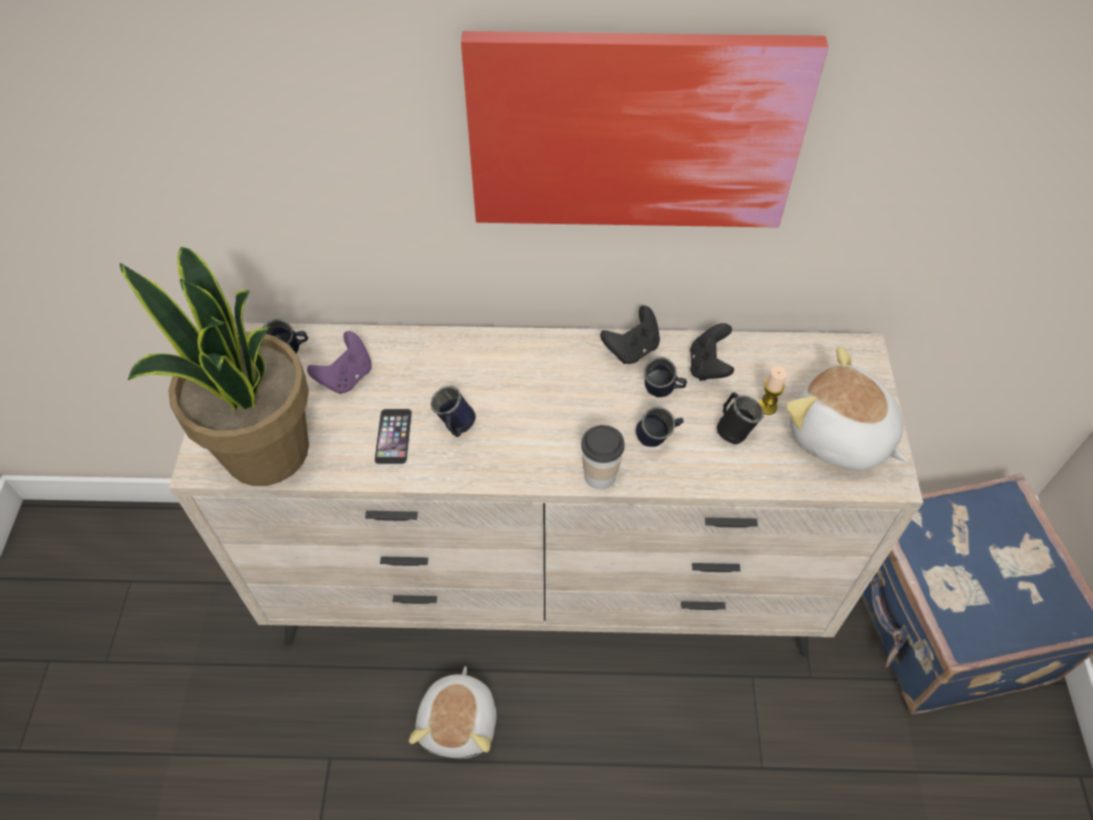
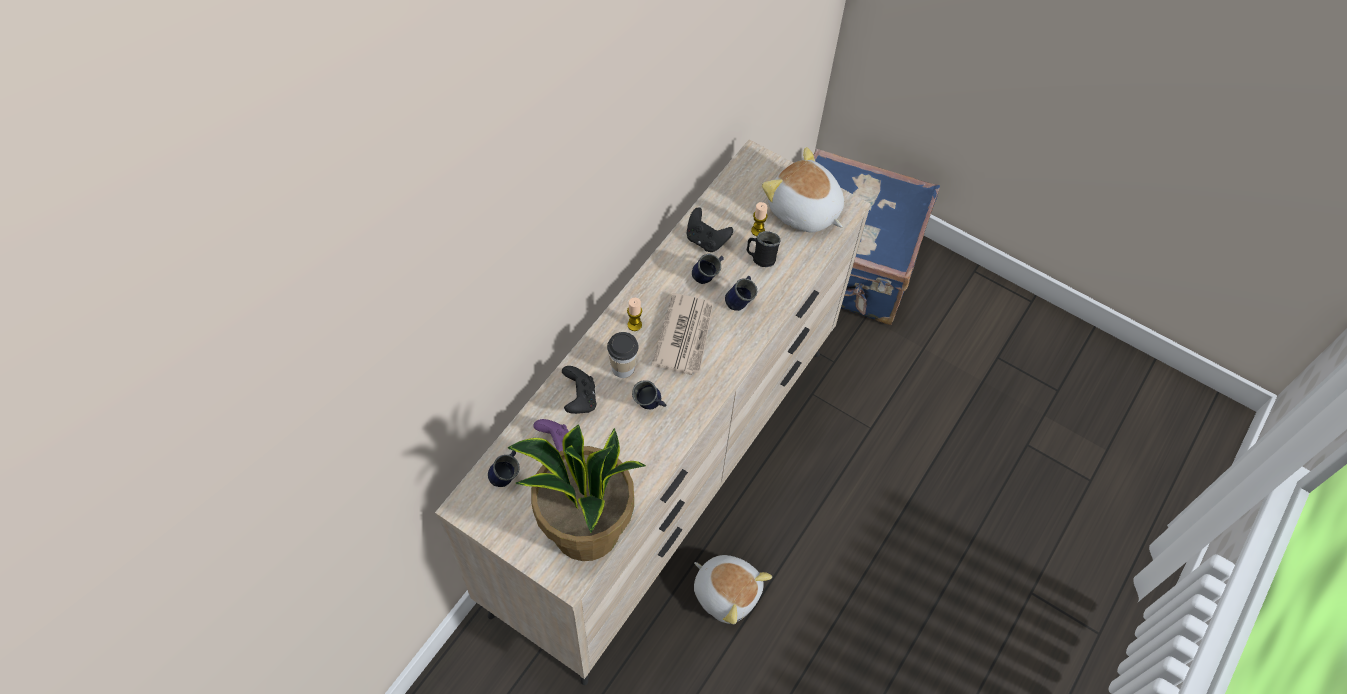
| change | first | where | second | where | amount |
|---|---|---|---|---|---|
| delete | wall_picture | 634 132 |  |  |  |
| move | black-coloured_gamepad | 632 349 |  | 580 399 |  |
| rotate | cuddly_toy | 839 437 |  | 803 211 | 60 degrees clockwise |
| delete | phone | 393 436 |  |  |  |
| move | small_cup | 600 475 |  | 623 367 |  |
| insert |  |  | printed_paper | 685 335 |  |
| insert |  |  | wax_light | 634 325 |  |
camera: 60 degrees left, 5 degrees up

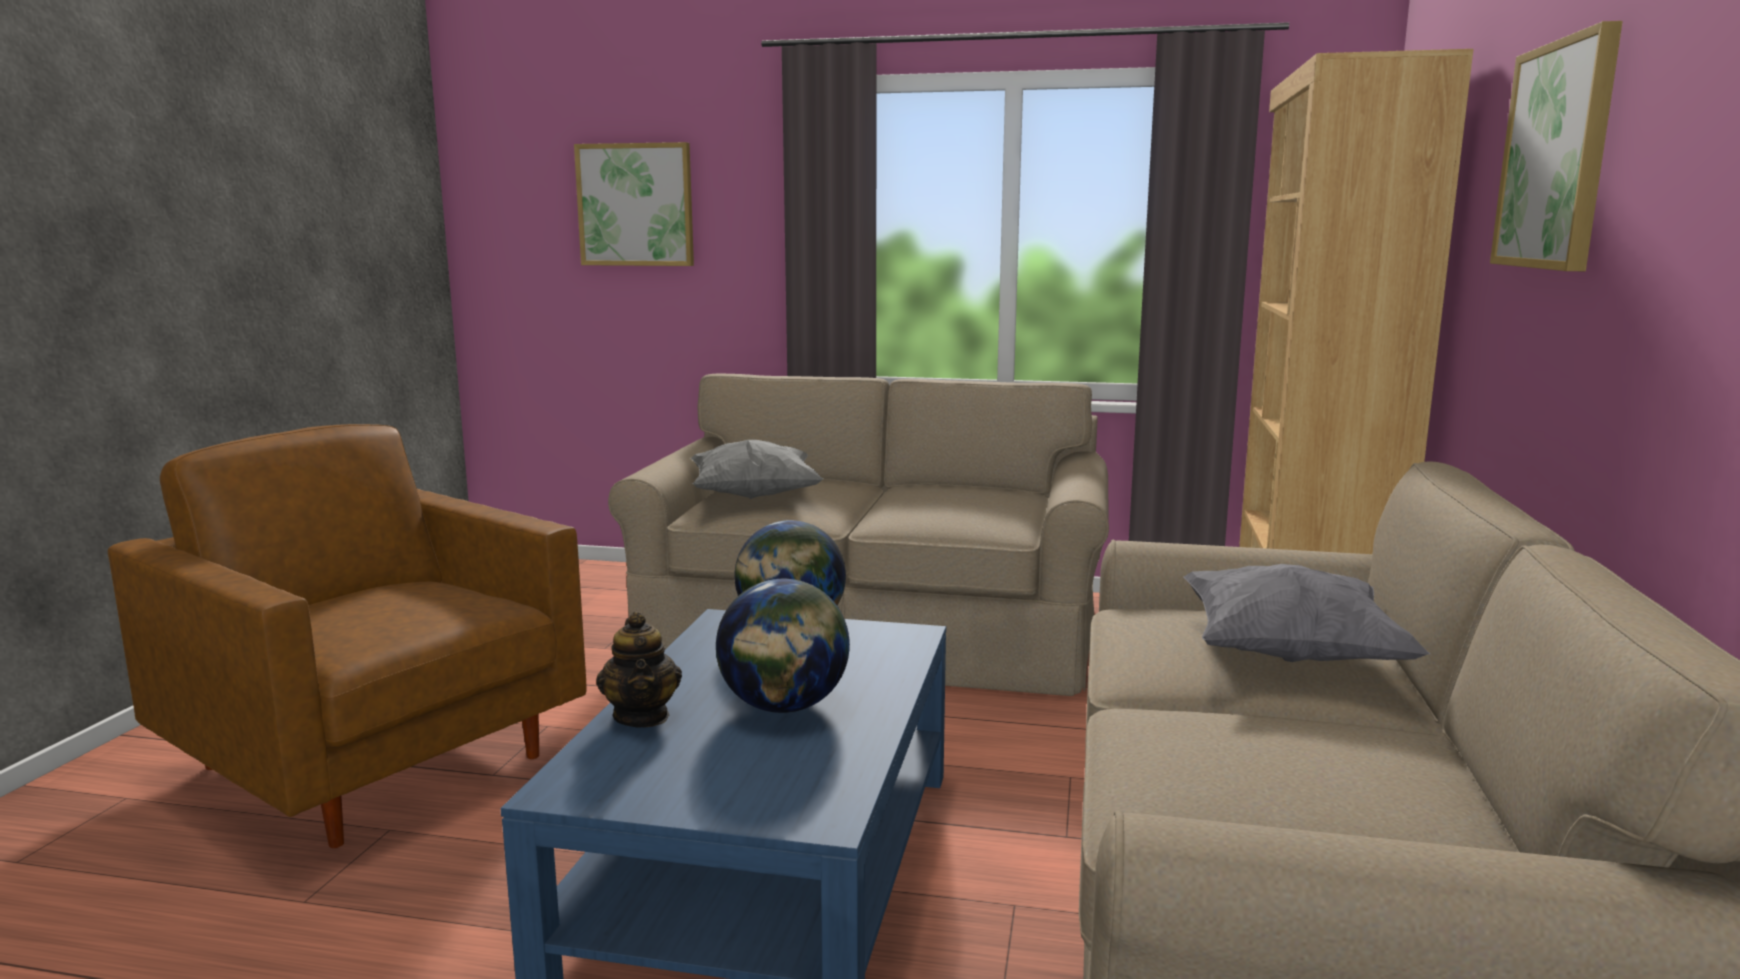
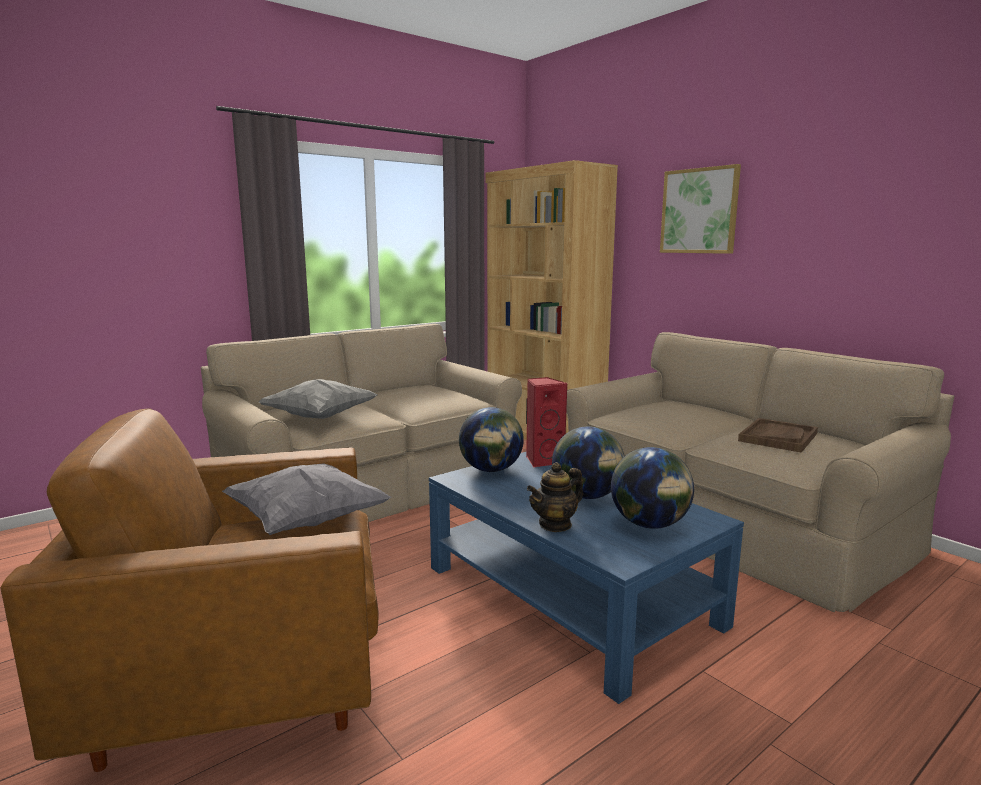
| change | first | where | second | where | amount |
|---|---|---|---|---|---|
| delete | wall_picture | 636 205 |  |  |  |
| move | grey_throw_pillow | 1289 655 |  | 307 521 |  |
| rotate | pot_for_tea | 642 716 |  | 555 524 | 120 degrees clockwise |
| insert |  |  | red-coloured_loudspeaker | 543 460 |  |
| insert |  |  | brown_serving_tray | 778 437 |  |
| insert |  |  | world_globe | 650 524 |  |
camera: 50 degrees left, 0 degrees up

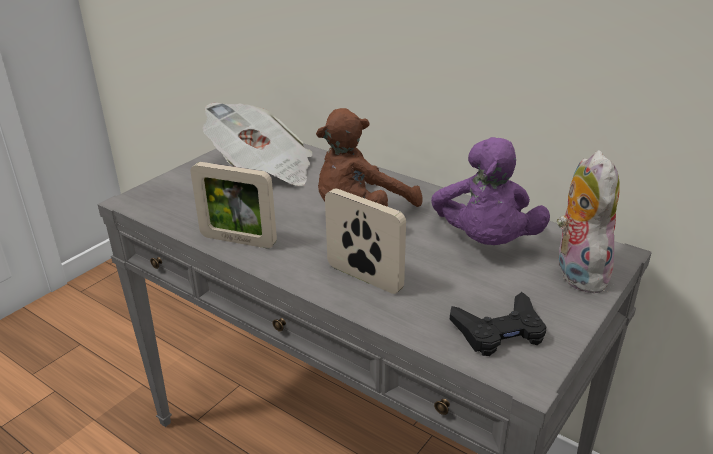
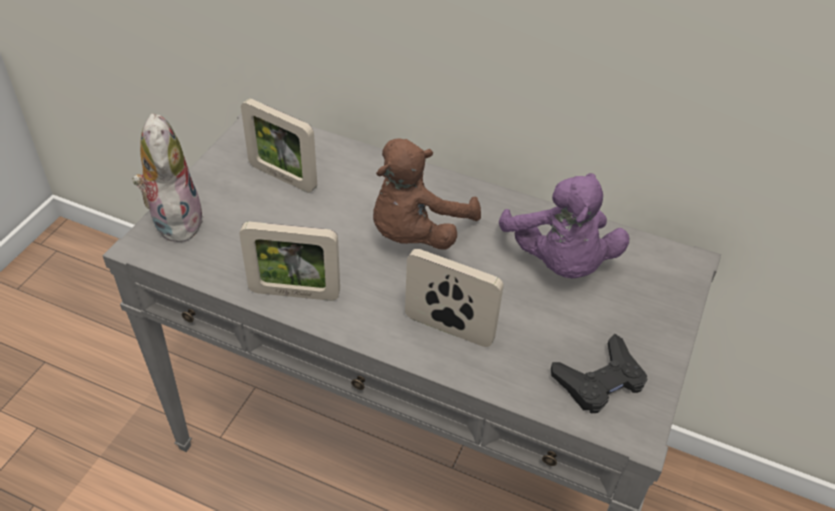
| change | first | where | second | where | amount |
|---|---|---|---|---|---|
| replace | printed_paper | 263 169 | picture_frame | 282 177 |  |
| move | cuddly_toy | 576 272 |  | 174 219 |  |
camera: 15 degrees left, 15 degrees up

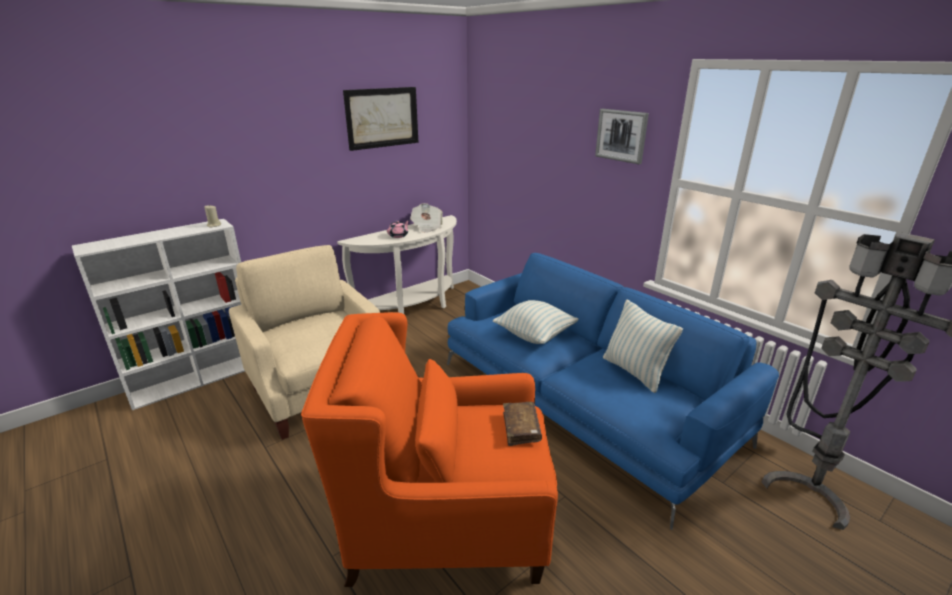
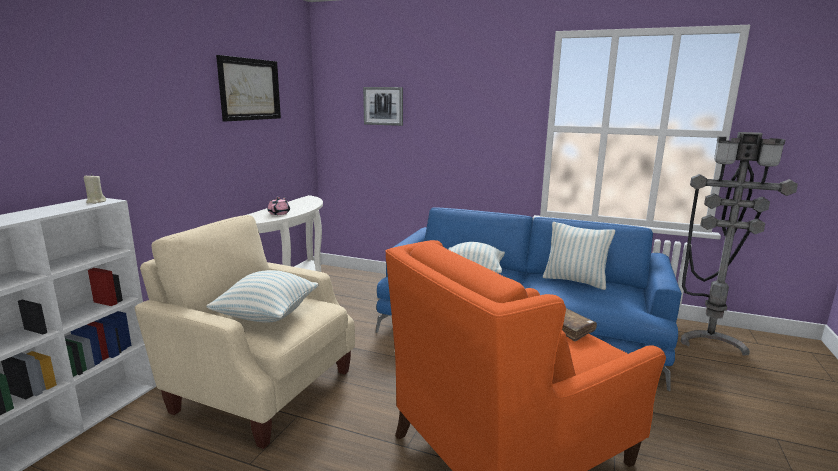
| change | first | where | second | where | amount |
|---|---|---|---|---|---|
| move | wall_picture | 621 135 |  | 383 106 |  |
| delete | printed_paper | 427 227 |  |  |  |
| insert |  |  | throw_pillow | 267 316 |  |
camera: 30 degrees left, 10 degrees down

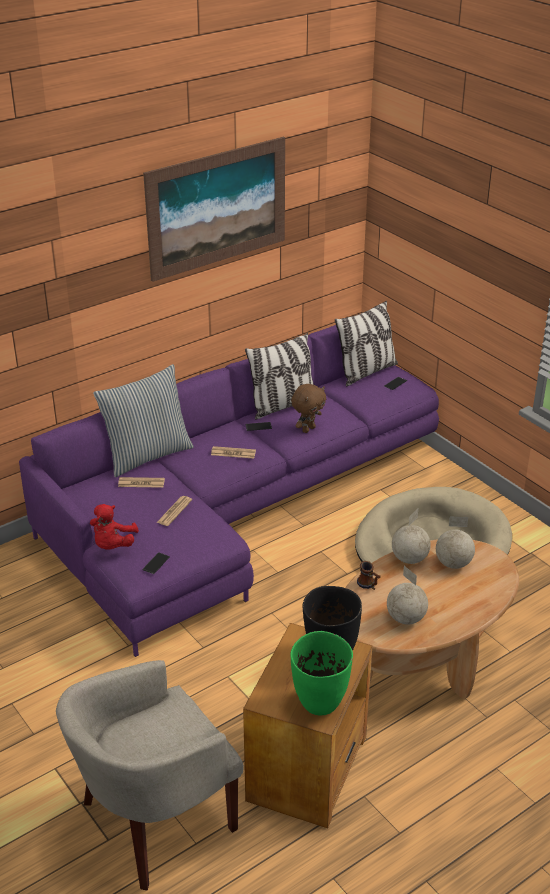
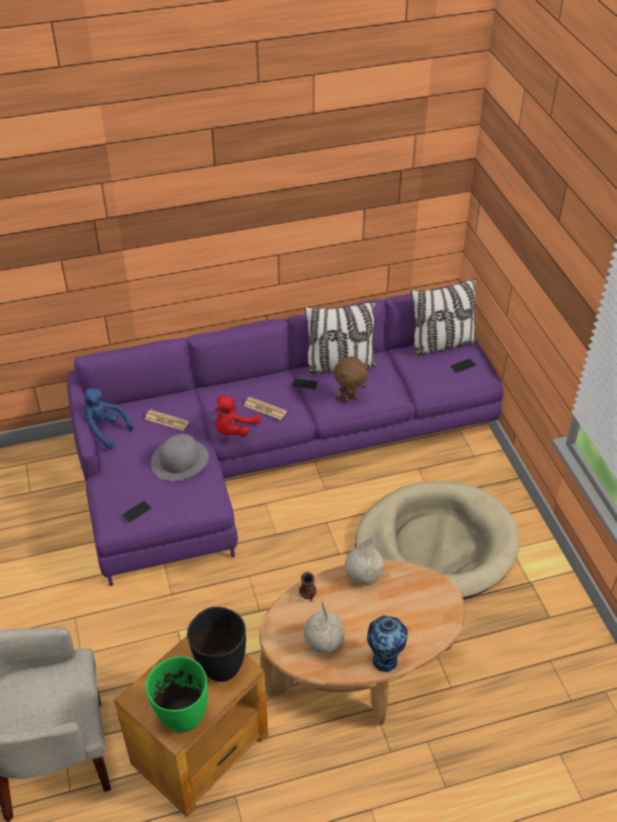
| change | first | where | second | where | amount |
|---|---|---|---|---|---|
| delete | wall_picture | 217 208 |  |  |  |
| delete | throw_pillow | 147 455 |  |  |  |
| replace | printed_paper | 174 511 | grey_wearable_hat | 180 460 |  |
| move | red-coloured_cuddly_toy | 113 545 |  | 233 430 |  |
| delete | world_globe | 453 564 |  |  |  |
| insert |  |  | blue_cuddly_toy | 104 431 |  |
| insert |  |  | flower_vase | 385 659 |  |
camera: 20 degrees right, 10 degrees up

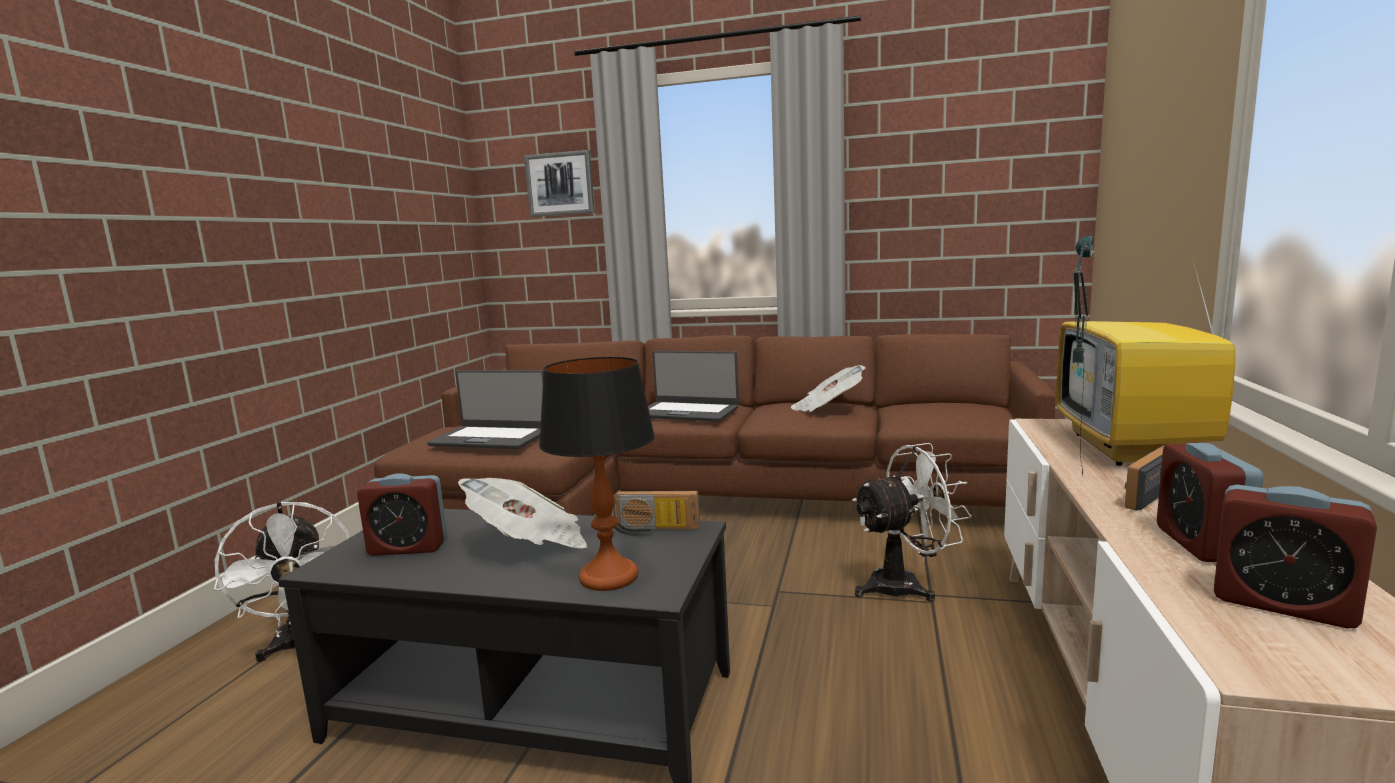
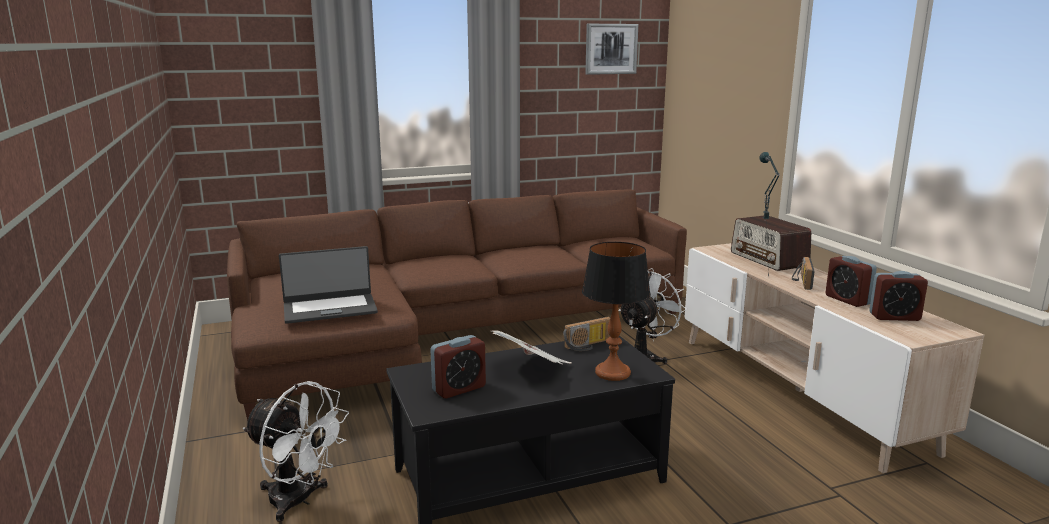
| change | first | where | second | where | amount |
|---|---|---|---|---|---|
| move | wall_picture | 560 184 |  | 611 49 |  |
| replace | television | 1134 450 | radio_receiver | 769 259 |  |
| delete | laptop | 687 412 |  |  |  |
| delete | printed_paper | 827 408 |  |  |  |
camera: 35 degrees left, 5 degrees up

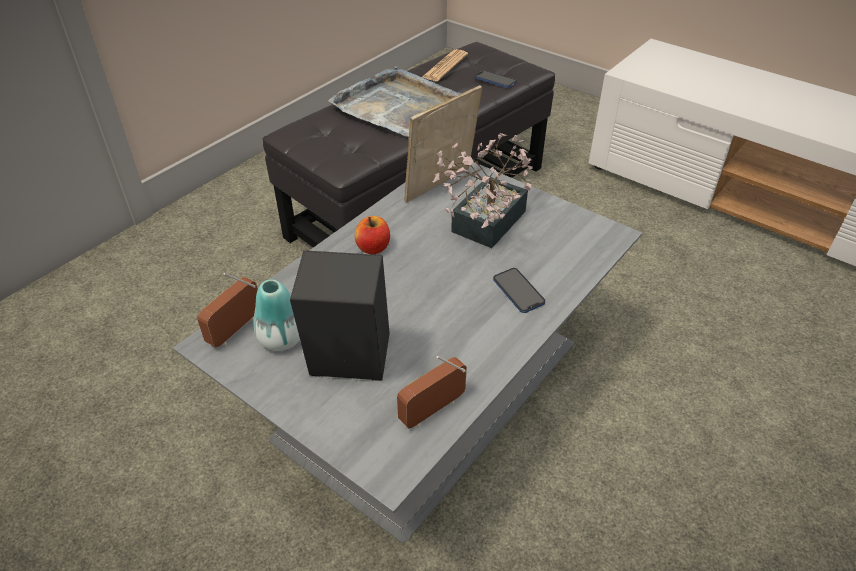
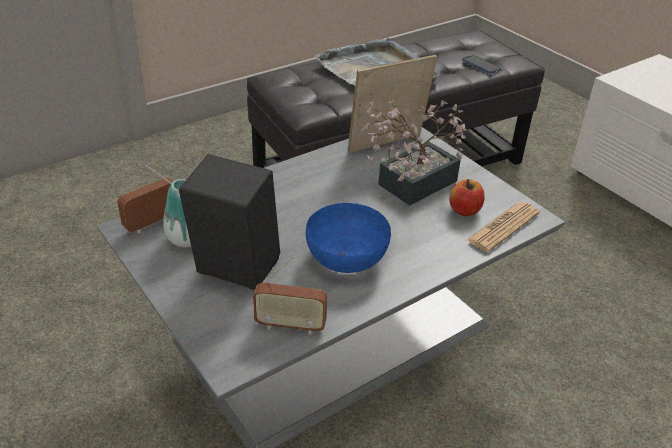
| change | first | where | second | where | amount |
|---|---|---|---|---|---|
| move | printed_paper | 445 66 |  | 503 227 |  |
| move | apple | 373 247 |  | 464 210 |  |
| delete | phone | 518 291 |  |  |  |
| rotate | radio_receiver | 432 411 |  | 290 325 | 150 degrees counterclockwise |
| insert |  |  | blue_deep_dish | 347 258 |  |
camera: 15 degrees right, 5 degrees down

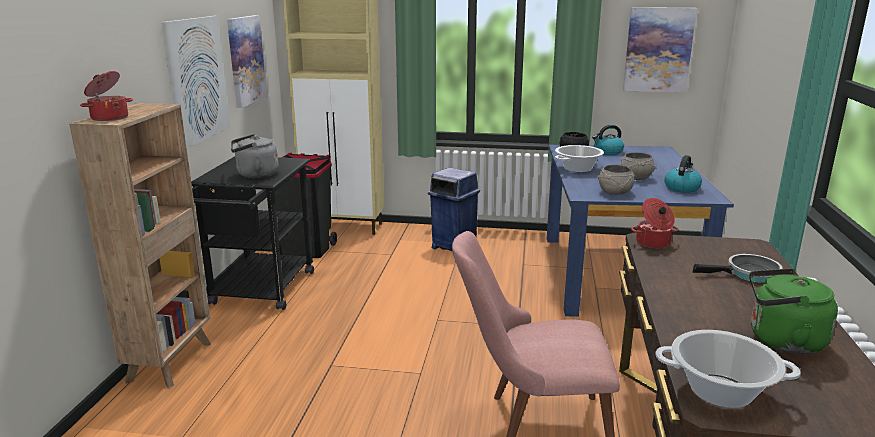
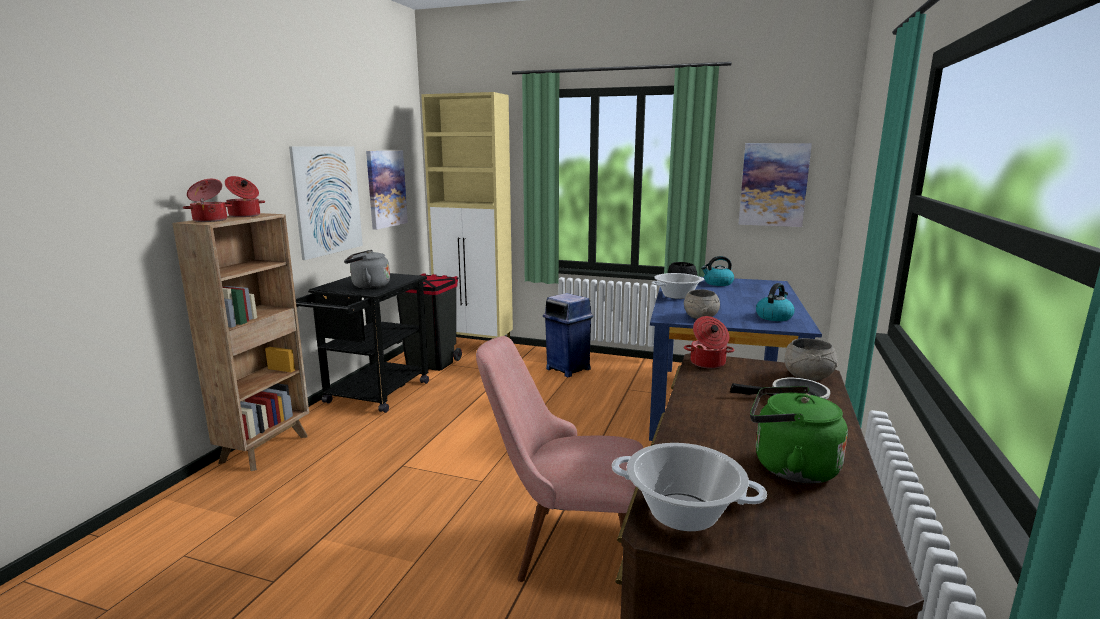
| change | first | where | second | where | amount |
|---|---|---|---|---|---|
| move | grey_deep_dish | 636 178 |  | 808 377 |  |
| insert |  |  | cooking_pot | 245 216 |  |
camera: 10 degrees right, 5 degrees down

